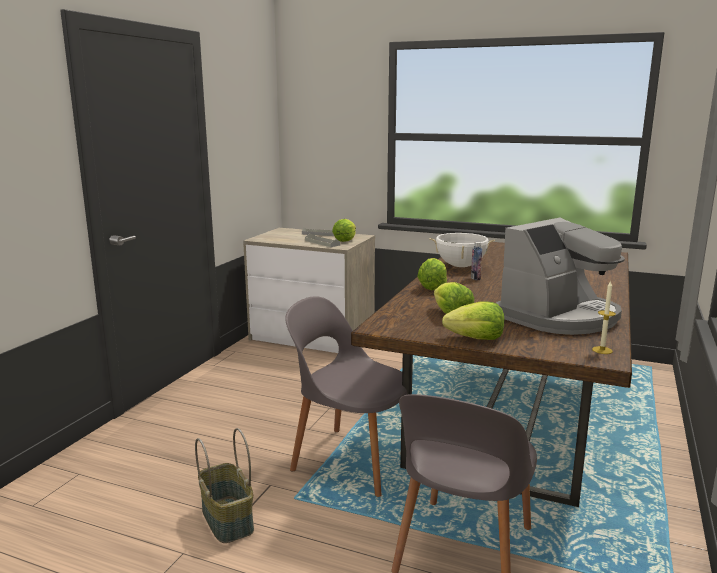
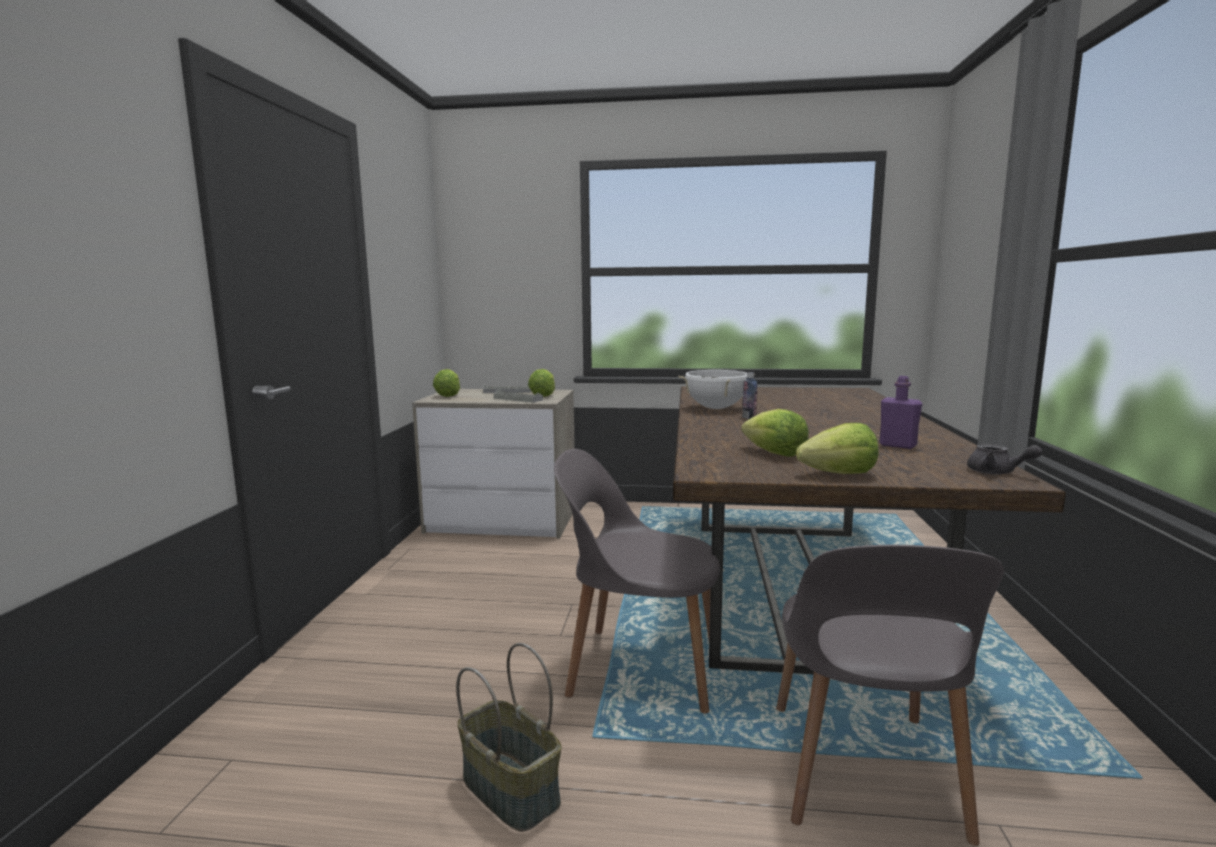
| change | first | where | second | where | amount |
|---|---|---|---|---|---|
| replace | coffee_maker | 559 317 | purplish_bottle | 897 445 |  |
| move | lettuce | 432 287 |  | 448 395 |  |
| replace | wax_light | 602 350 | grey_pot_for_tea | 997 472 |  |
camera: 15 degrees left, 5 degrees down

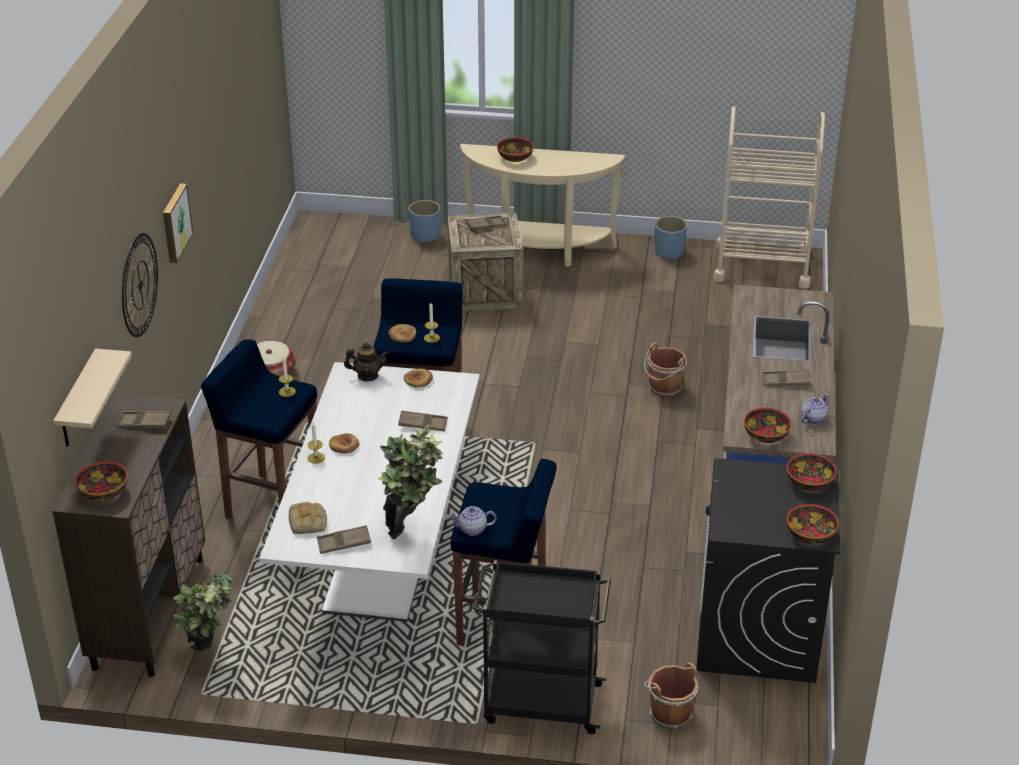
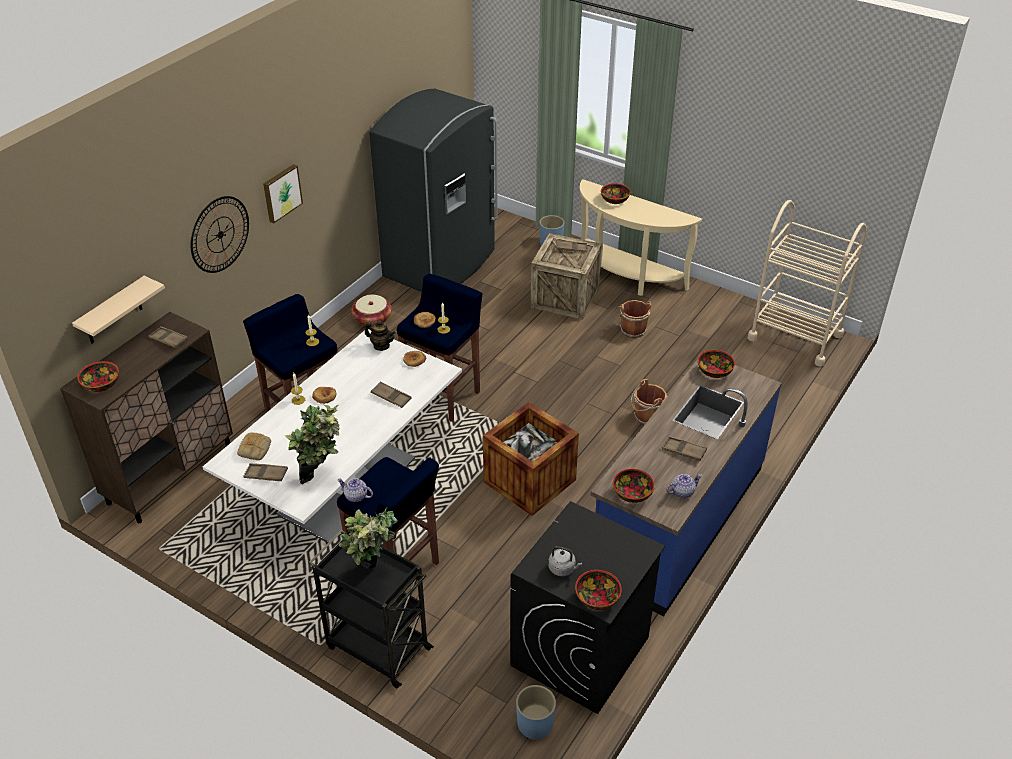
| change | first | where | second | where | amount |
|---|---|---|---|---|---|
| move | blue_plant_pot | 669 252 |  | 535 724 |  |
| move | deep_dish | 810 483 |  | 715 372 |  |
| move | plant_in_a_pot | 212 656 |  | 373 577 |  |
| move | brown_pail | 669 713 |  | 632 329 |  |
| insert |  |  | grey_fridge | 441 265 |  |
| insert |  |  | crate | 529 481 |  |
| insert |  |  | grey_water_kettle | 563 569 |  |
camera: 25 degrees right, 5 degrees up

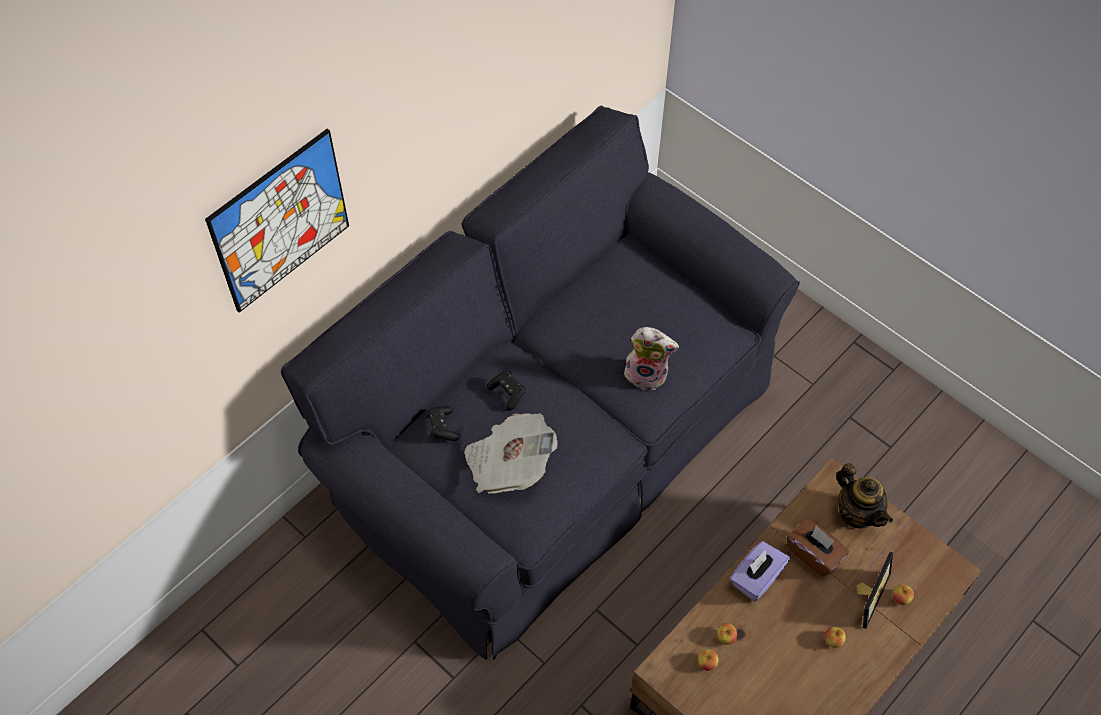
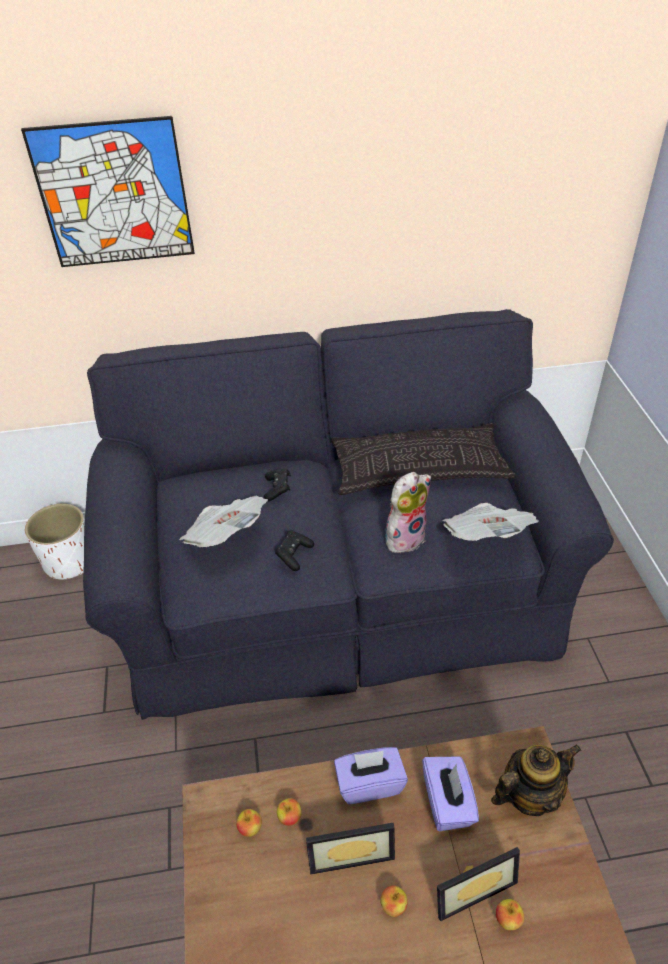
| change | first | where | second | where | amount |
|---|---|---|---|---|---|
| rotate | cuddly_toy | 647 373 |  | 404 537 | 90 degrees counterclockwise |
| move | black-coloured_gamepad | 442 427 |  | 294 555 |  |
| rotate | pot_for_tea | 857 513 |  | 529 795 | 120 degrees counterclockwise |
| recolor | brown_tissue_holder | 814 554 | purplish_tissue_holder | 448 803 |  |
| insert |  |  | throw_pillow | 419 469 |  |
| insert |  |  | printed_paper | 485 537 |  |
| insert |  |  | white_plant_pot | 70 562 |  |
| insert |  |  | picture_frame | 350 850 |  |
camera: 40 degrees right, 15 degrees down

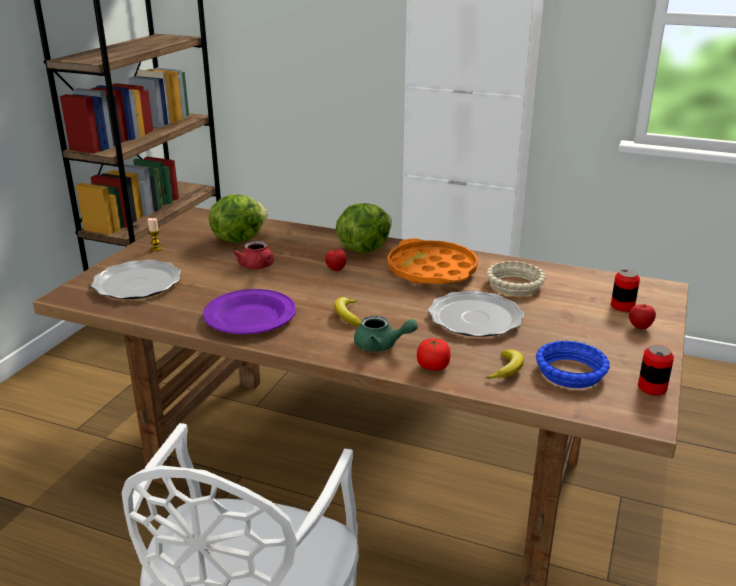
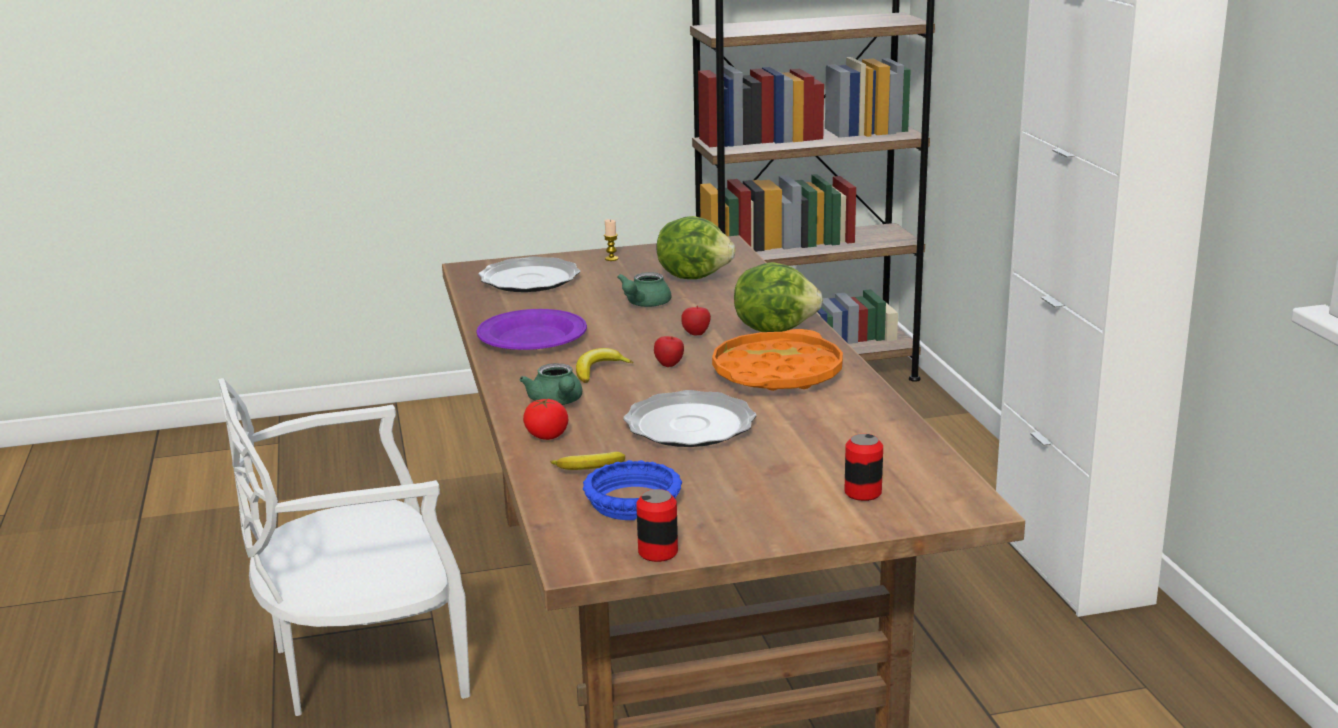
| change | first | where | second | where | amount |
|---|---|---|---|---|---|
| recolor | red-coloured_pot_for_tea | 257 267 | green_pot_for_tea | 644 304 |  |
| delete | beige-coloured_deep_dish | 514 285 |  |  |  |
| move | apple | 639 327 |  | 669 365 |  |
camera: 55 degrees right, 5 degrees down

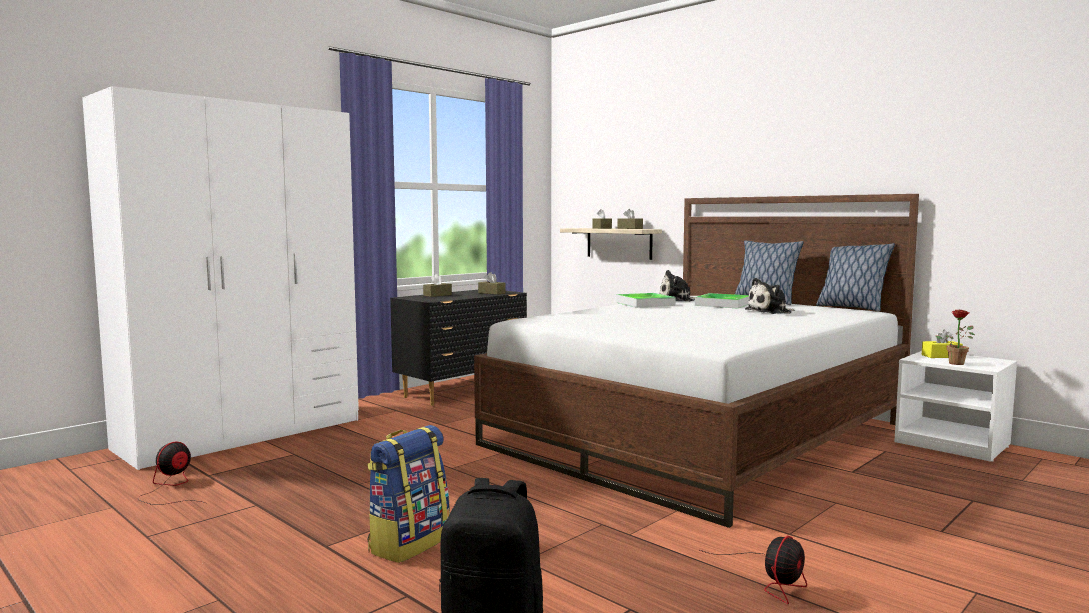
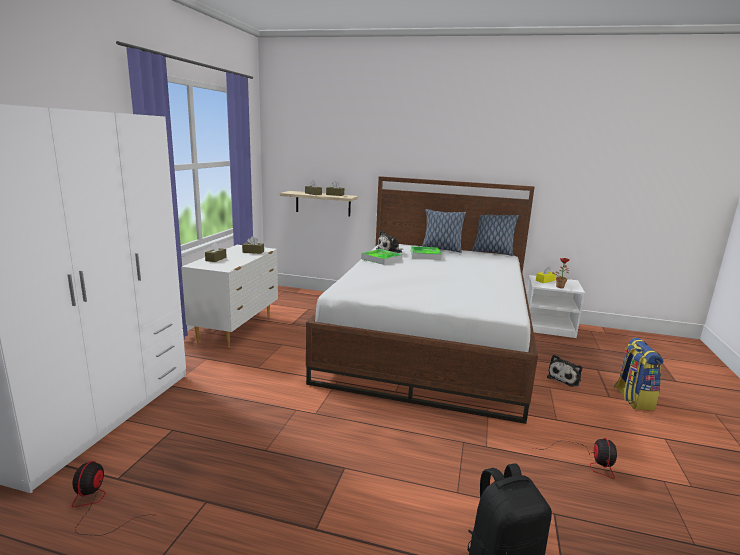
| change | first | where | second | where | amount |
|---|---|---|---|---|---|
| move | cuddly_toy | 771 312 |  | 565 378 |  |
| recolor | black-coloured_dresser | 463 392 | white_dresser | 237 328 |  |
| move | knapsack | 409 543 |  | 632 399 |  |
camera: 30 degrees left, 10 degrees up

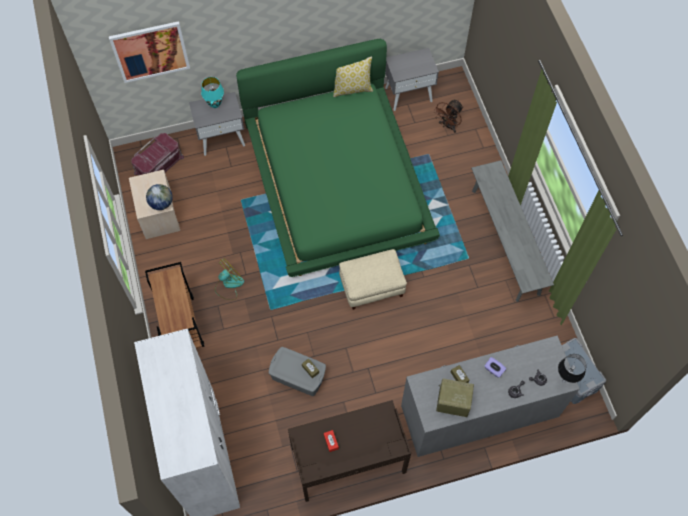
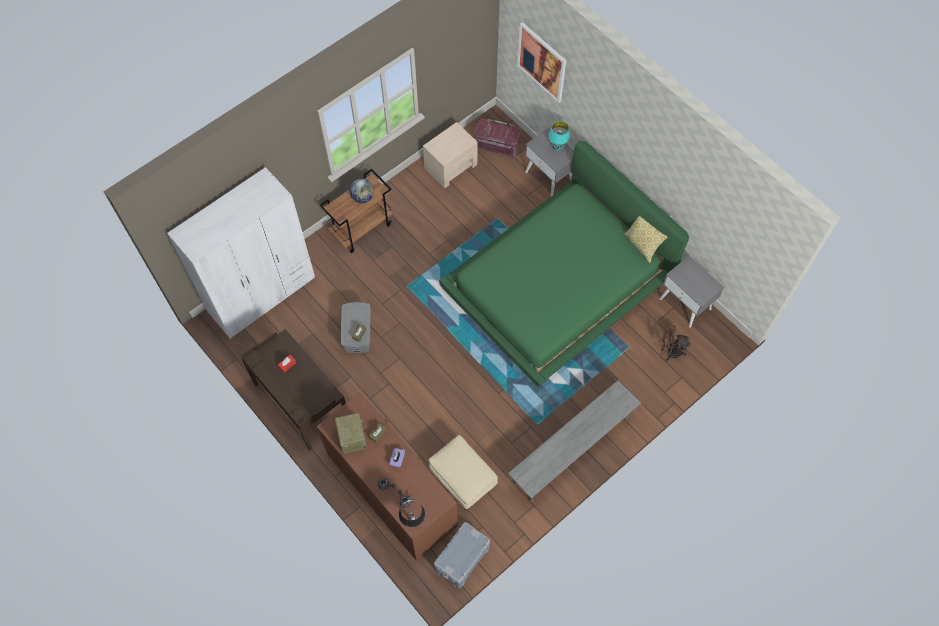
| change | first | where | second | where | amount |
|---|---|---|---|---|---|
| move | world_globe | 161 203 |  | 363 197 |  |
| move | beige-coloured_ottoman | 372 285 |  | 463 478 |  |
| delete | cooling_fan | 229 284 |  |  |  |
| recolor | grey_dresser | 479 411 | brown_dresser | 391 489 |  |
camera: 65 degrees right, 0 degrees up

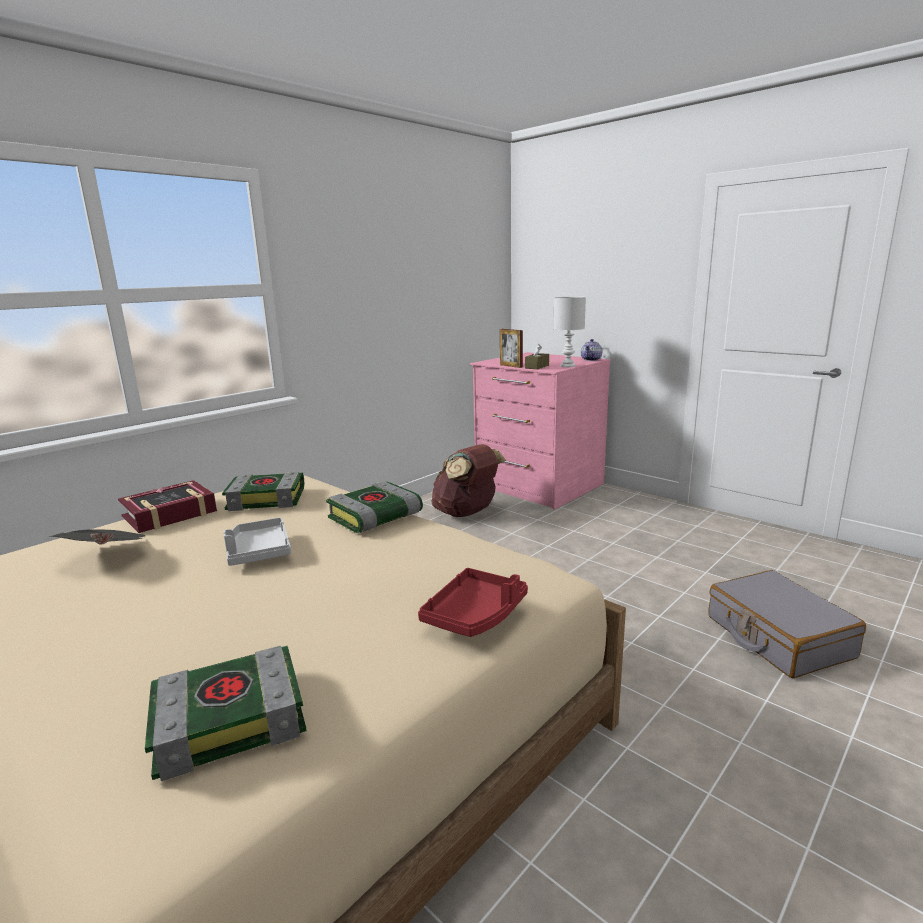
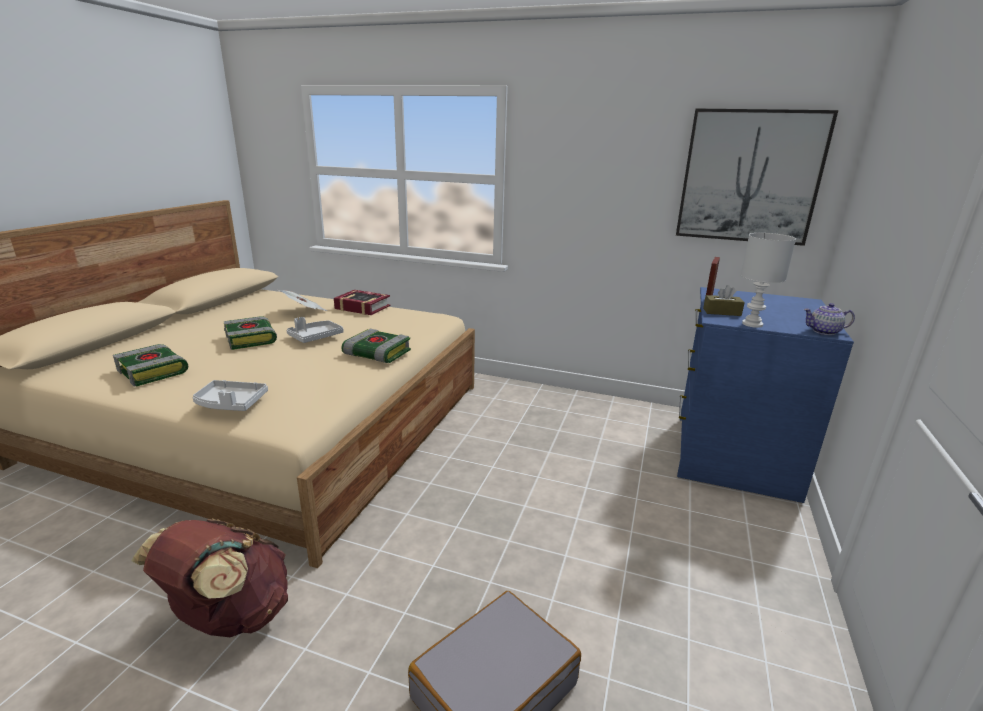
| change | first | where | second | where | amount |
|---|---|---|---|---|---|
| recolor | pink_dresser | 538 485 | blue_dresser | 731 455 |  |
| move | brown_knapsack | 466 513 |  | 230 617 |  |
| move | book | 268 499 |  | 252 339 |  |
| recolor | red-coloured_serving_tray | 475 614 | grey_serving_tray | 231 403 |  |
| insert |  |  | wall_picture | 750 177 |  |
camera: 65 degrees right, 5 degrees up

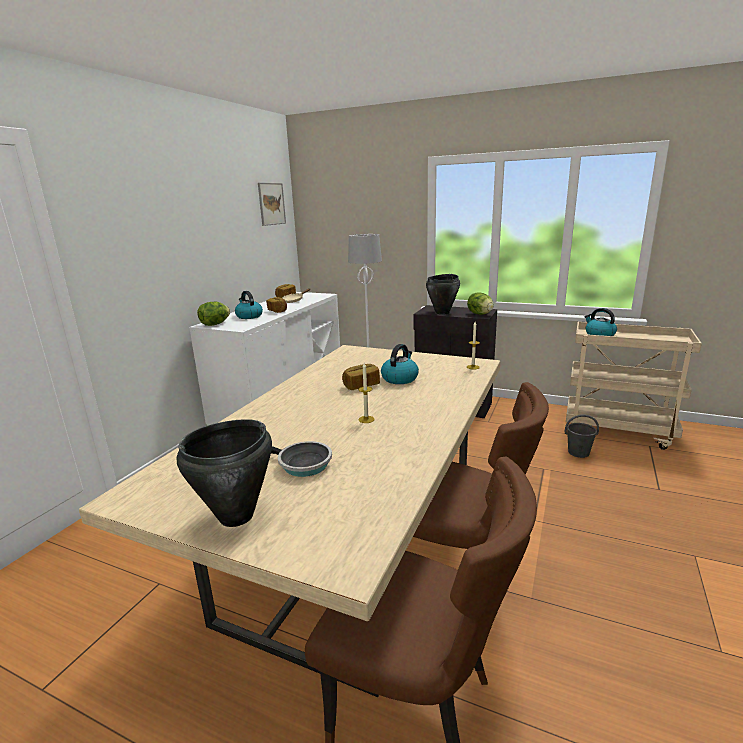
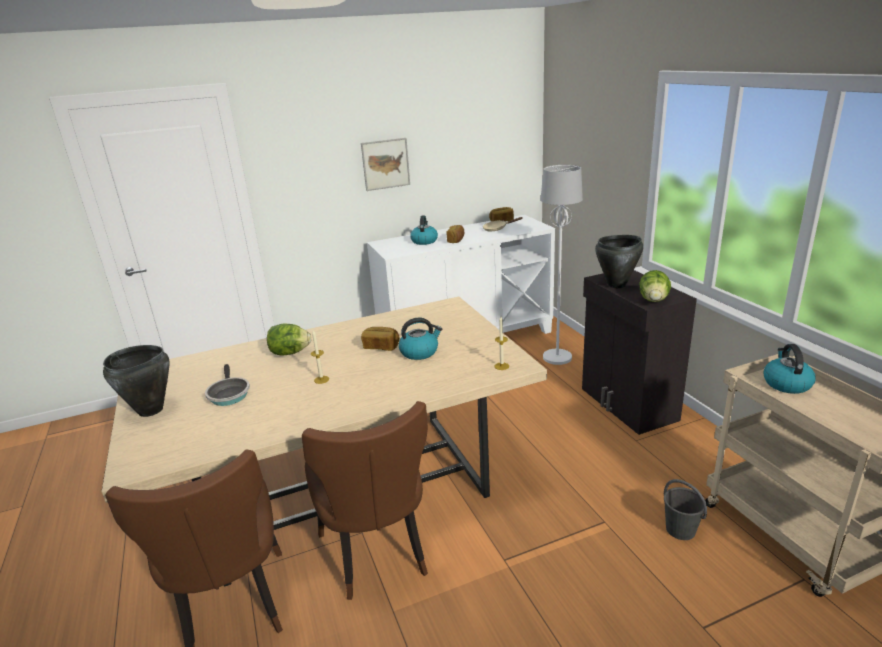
| change | first | where | second | where | amount |
|---|---|---|---|---|---|
| move | wall_picture | 271 204 |  | 385 164 |  |
| move | lettuce | 215 324 |  | 290 353 |  |
camera: 45 degrees right, 5 degrees up

